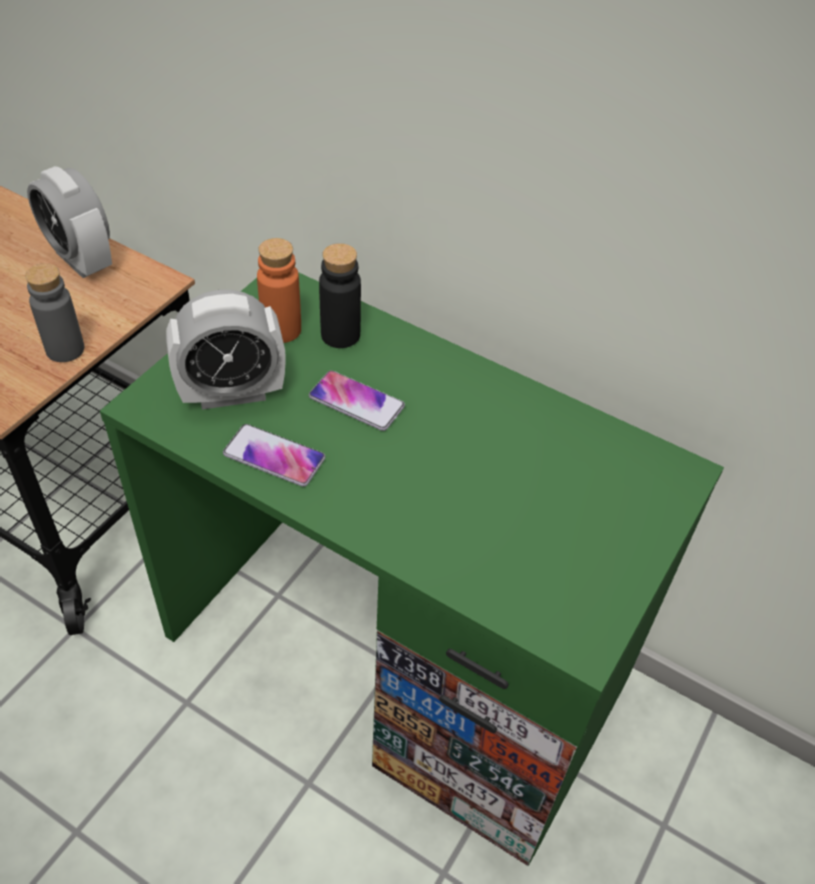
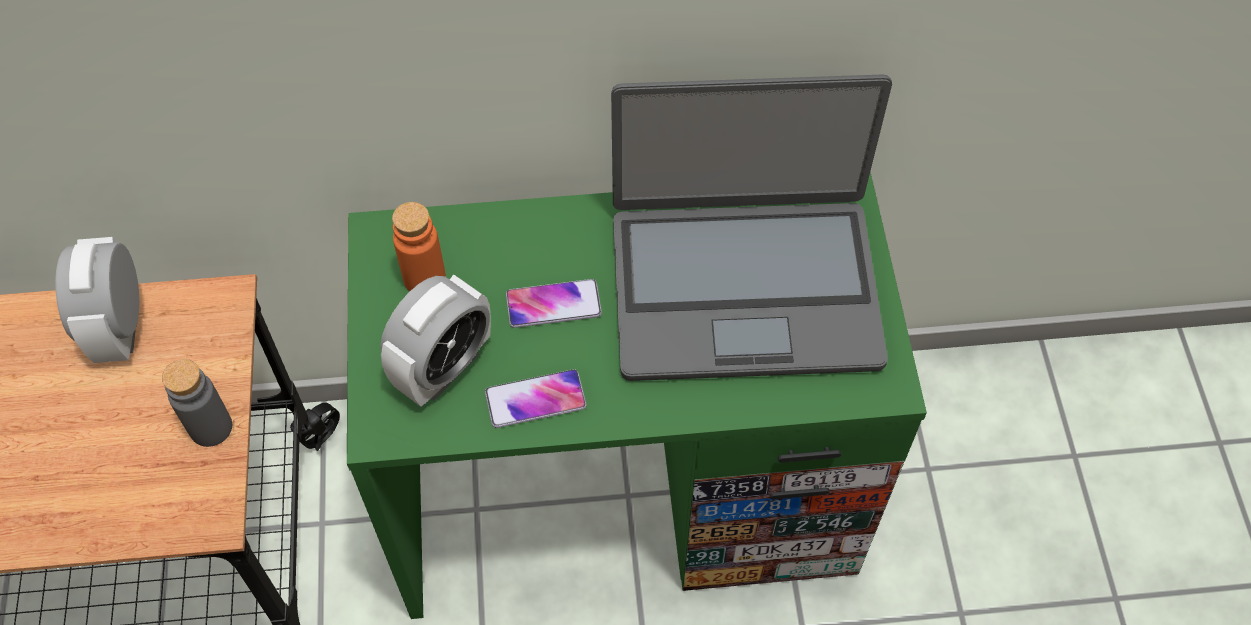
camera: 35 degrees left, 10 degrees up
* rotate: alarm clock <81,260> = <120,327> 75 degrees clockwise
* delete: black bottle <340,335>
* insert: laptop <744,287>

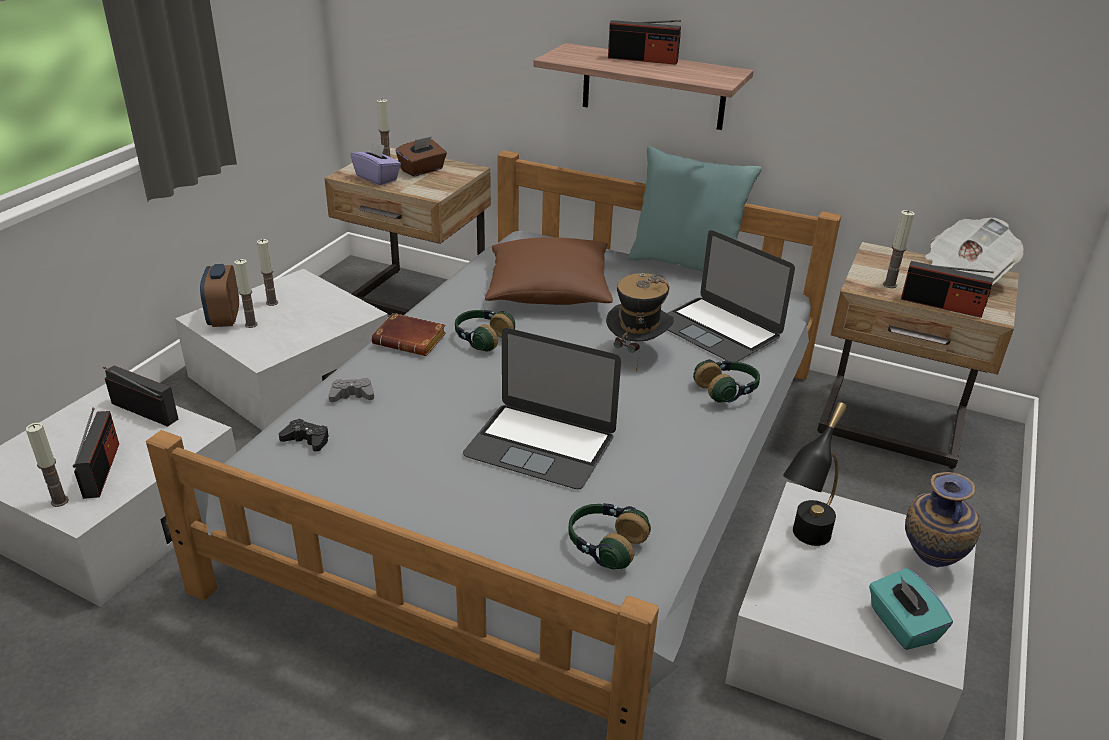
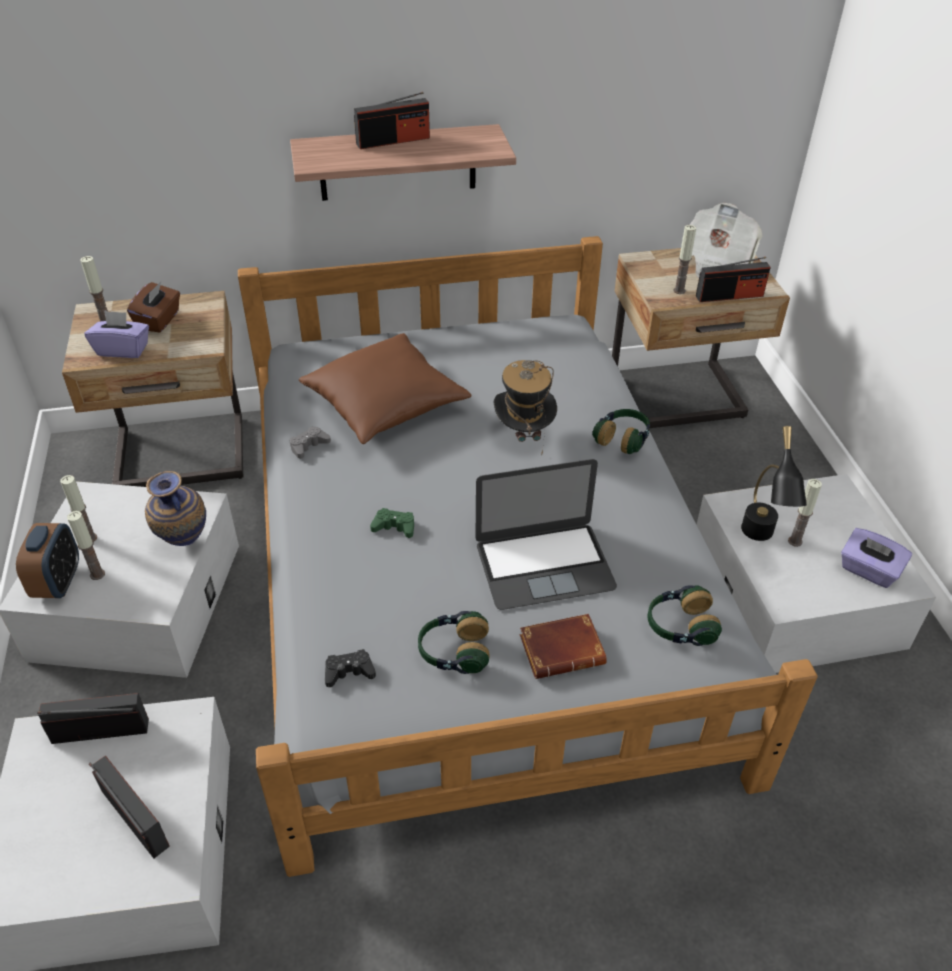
camera: 35 degrees left, 10 degrees up
* move: candle <59,501> to <795,541>
* rotate: alarm clock <224,319> = <58,582> 135 degrees counterclockwise
* move: grey game controller <352,395> to <309,446>
* move: brown book <412,340> to <563,649>
* move: headphones <482,338> to <453,652>
* delete: turquoise pillow <686,264>
* delete: laptop <717,329>
* recolor: turquoise tissue box <901,625> to purple tissue box <868,571>
* move: vase <927,564> to <184,544>
* insert: green game controller <394,527>

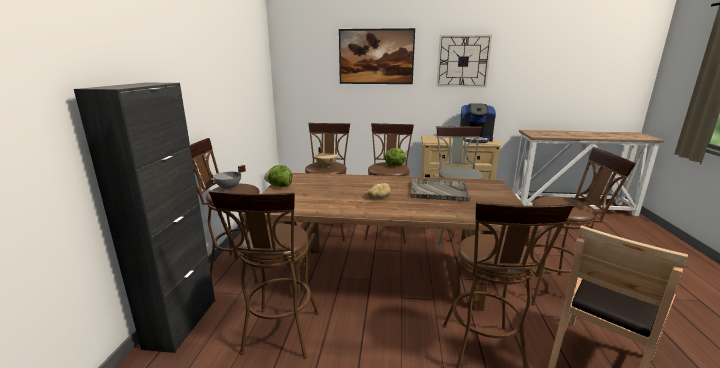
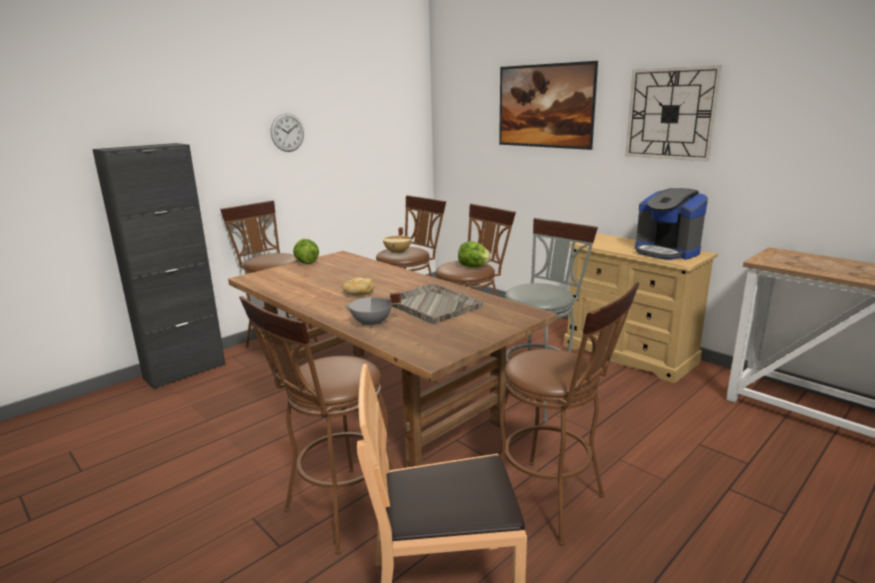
camera: 40 degrees right, 0 degrees up
* delete: brown stool <280,337>
* move: grey cooking pot <229,188> to <372,324>
* insert: wall clock <287,132>

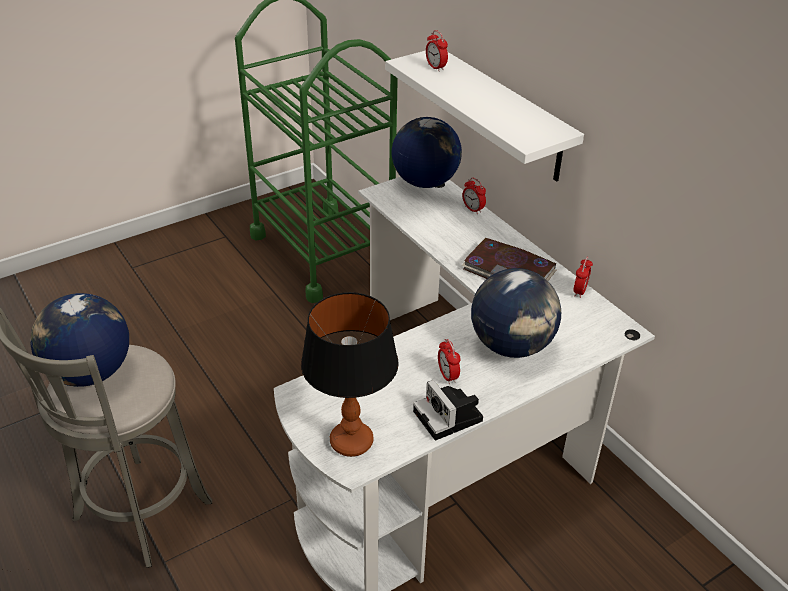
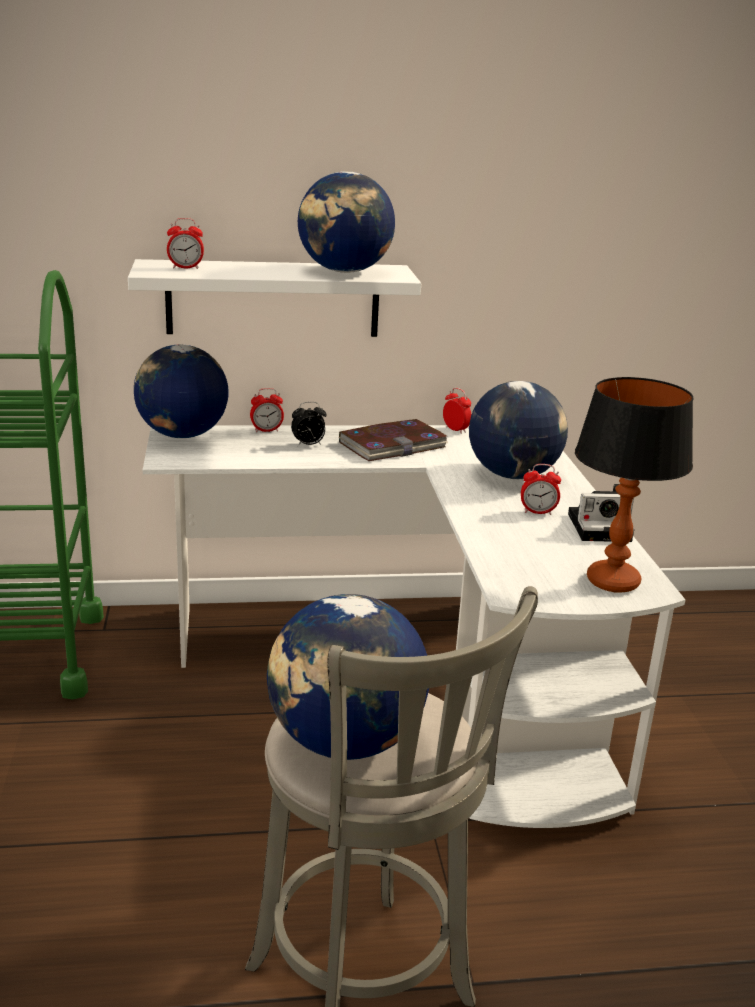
camera: 65 degrees left, 15 degrees down
* insert: alarm clock <308,445>
* insert: globe <344,271>

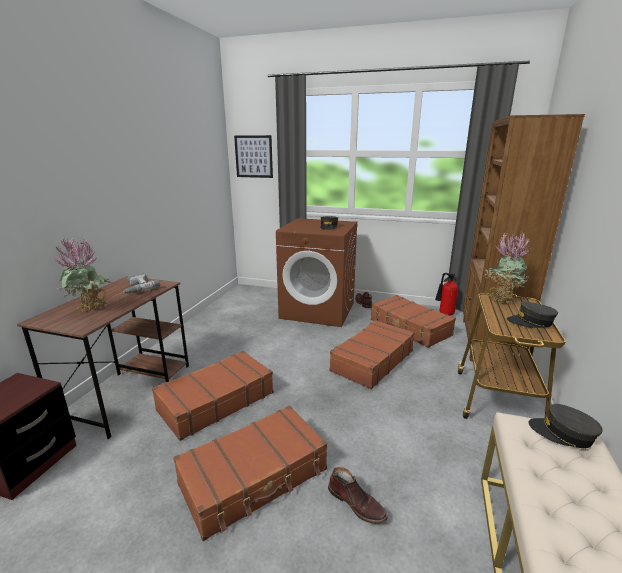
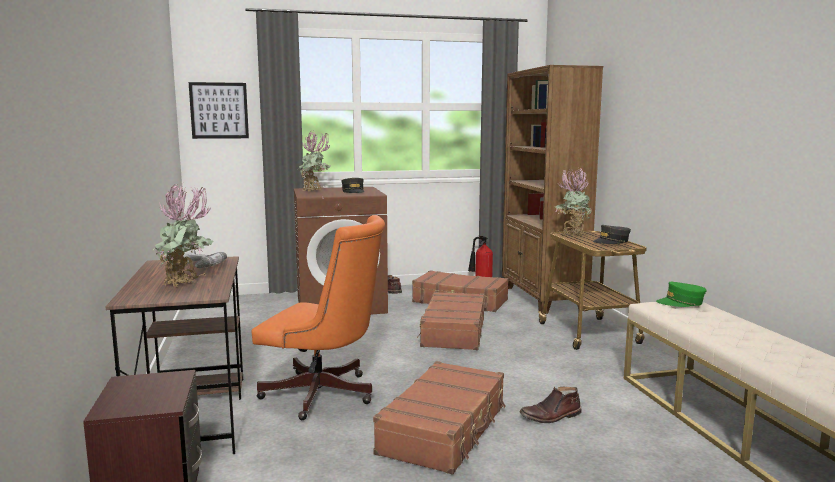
camera: 30 degrees left, 10 degrees down
* replace: brown suitcase <216,401> to orange office chair <325,395>
* rotate: brown boot <357,503> = <551,416> 150 degrees clockwise
* recolor: grey cap <562,433> to green cap <681,303>
* insert: potted plant <315,191>

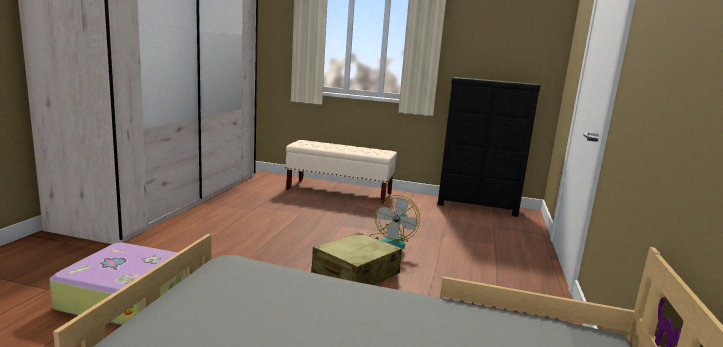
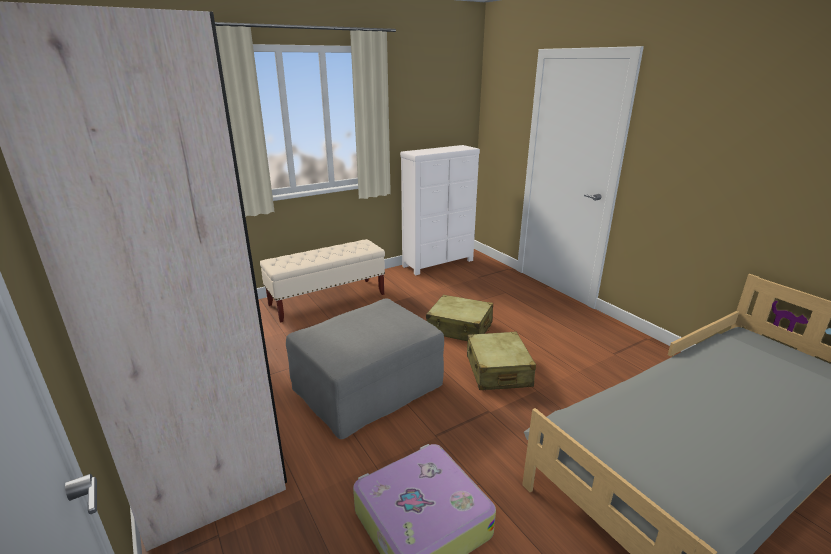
camera: 45 degrees left, 10 degrees up
* replace: fan <392,242> to beige suitcase <460,328>
* recolor: black dresser <477,207> to white dresser <439,263>
* insert: grey ottoman <368,388>

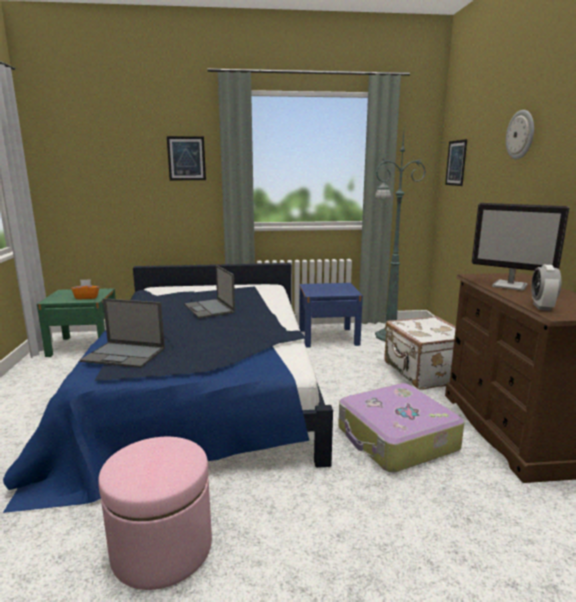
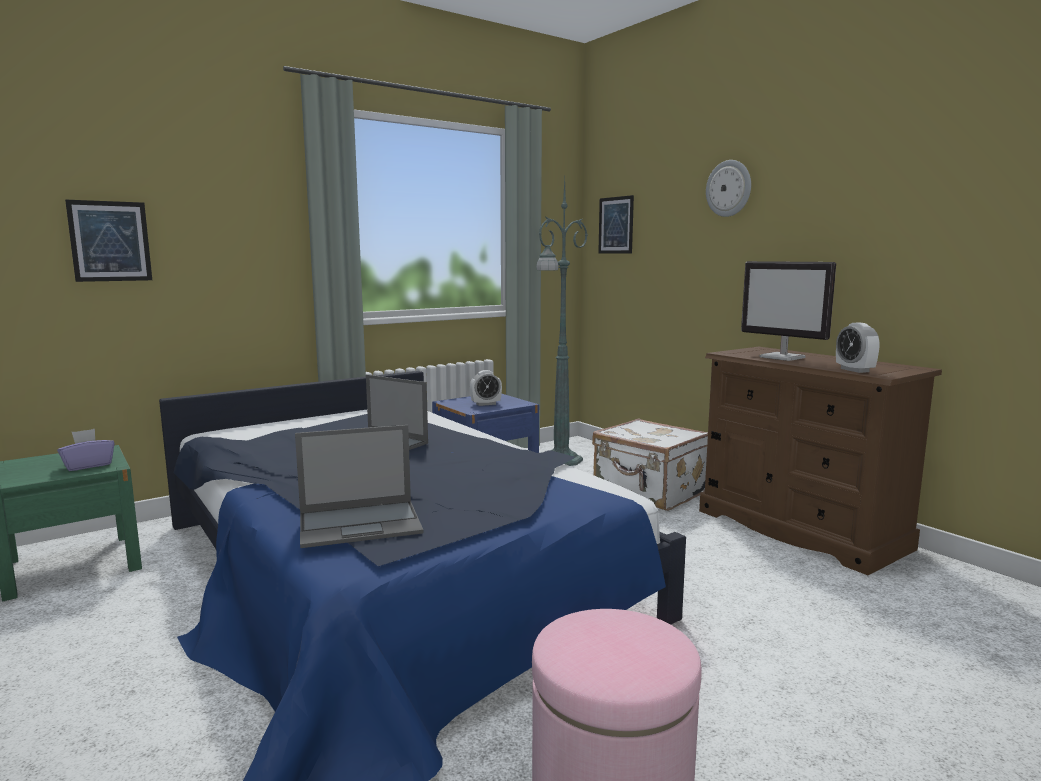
camera: 30 degrees left, 5 degrees down
* recolor: orange tissue box <87,297> to purple tissue box <88,465>
* move: picture <186,158> to <110,241>
* delete: suitcase <396,439>
* rotate: monitor <510,286> = <783,357> 45 degrees clockwise
* insert: alarm clock <486,404>

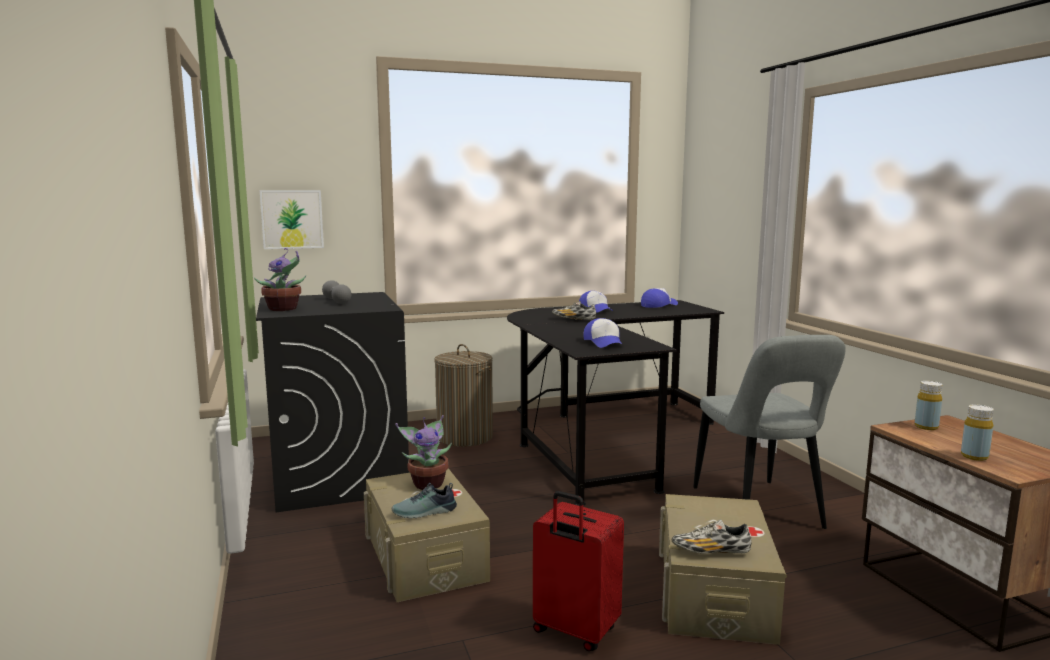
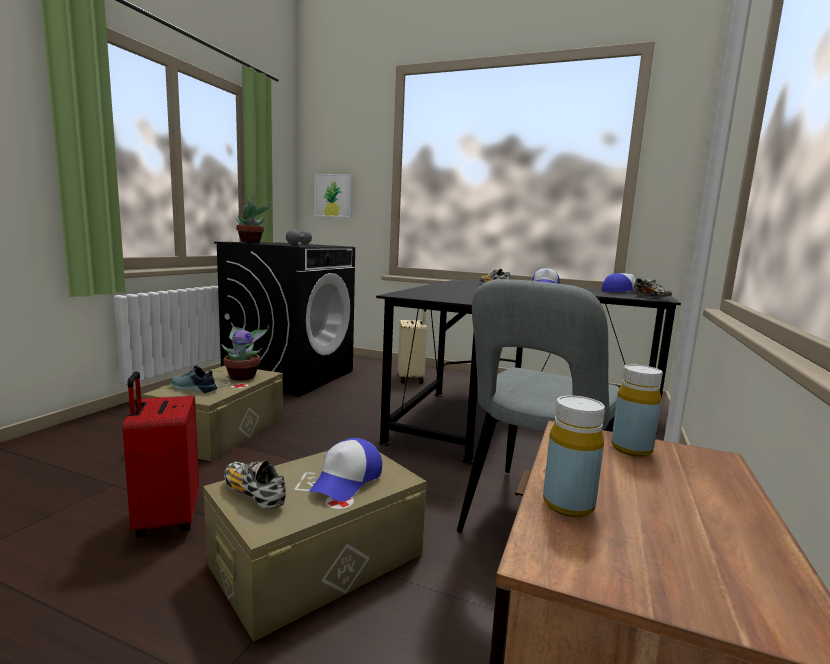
camera: 40 degrees right, 0 degrees up
* replace: laundry basket <465,437> to beige suitcase <411,378>
* move: cap <604,342> to <347,480>
* insert: shoe <651,298>

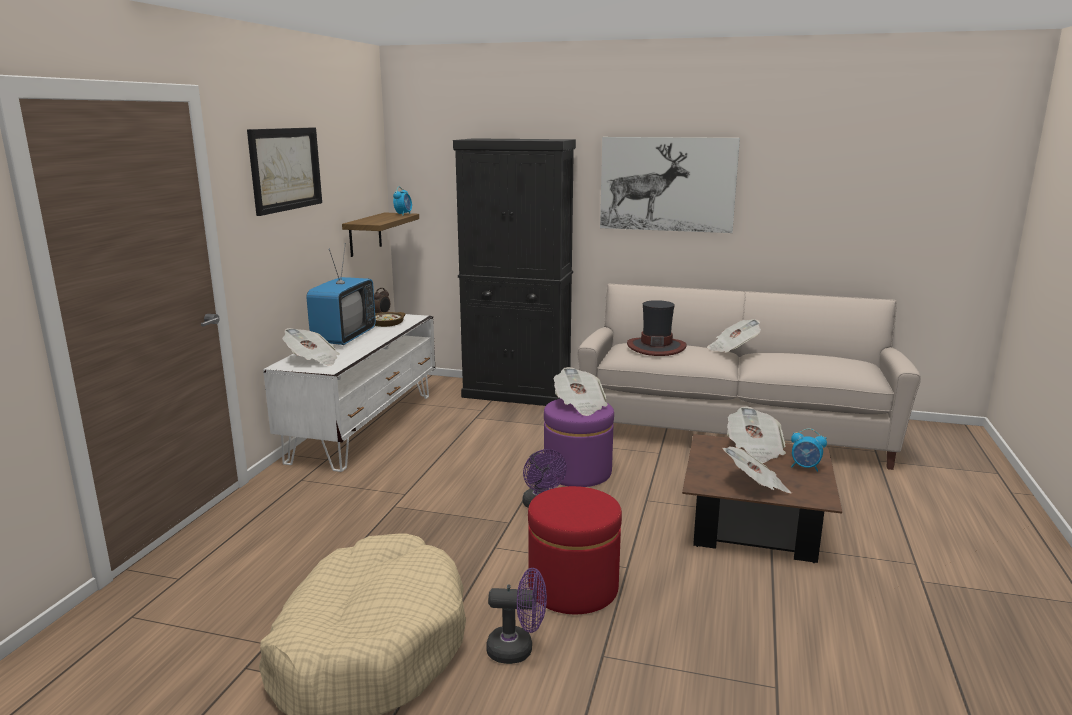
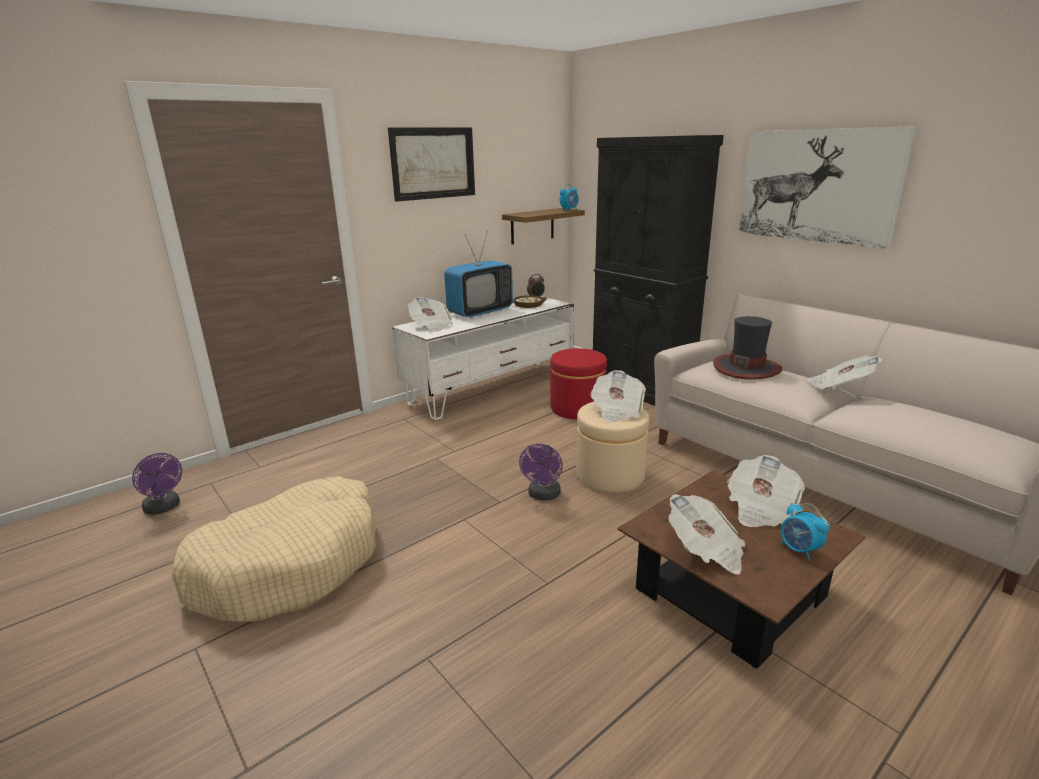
camera: 35 degrees right, 5 degrees up
* move: purple fan <518,649> to <164,508>
* move: red ottoman <573,588> to <577,408>
* recolor: purple ottoman <577,472> to beige ottoman <610,475>

